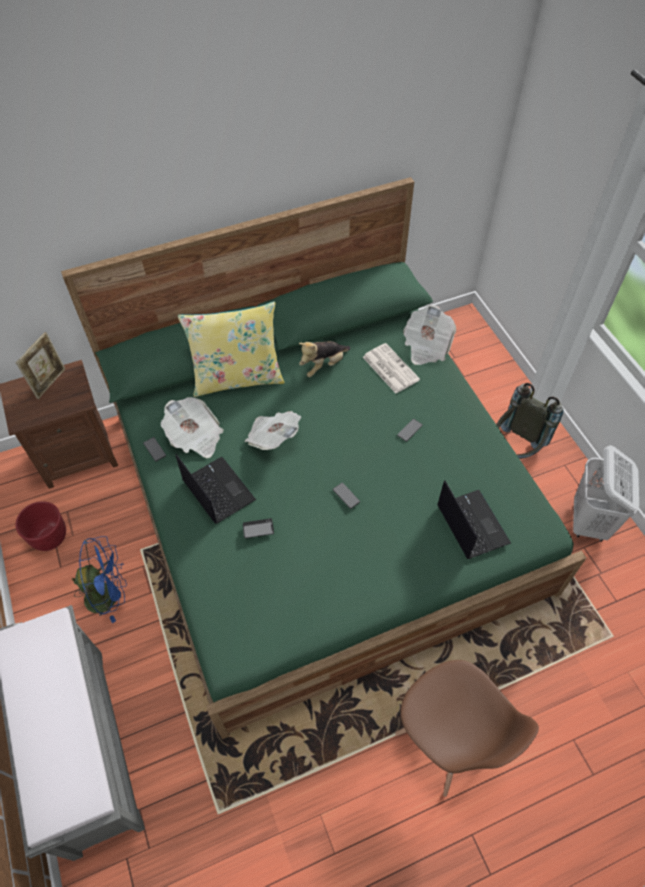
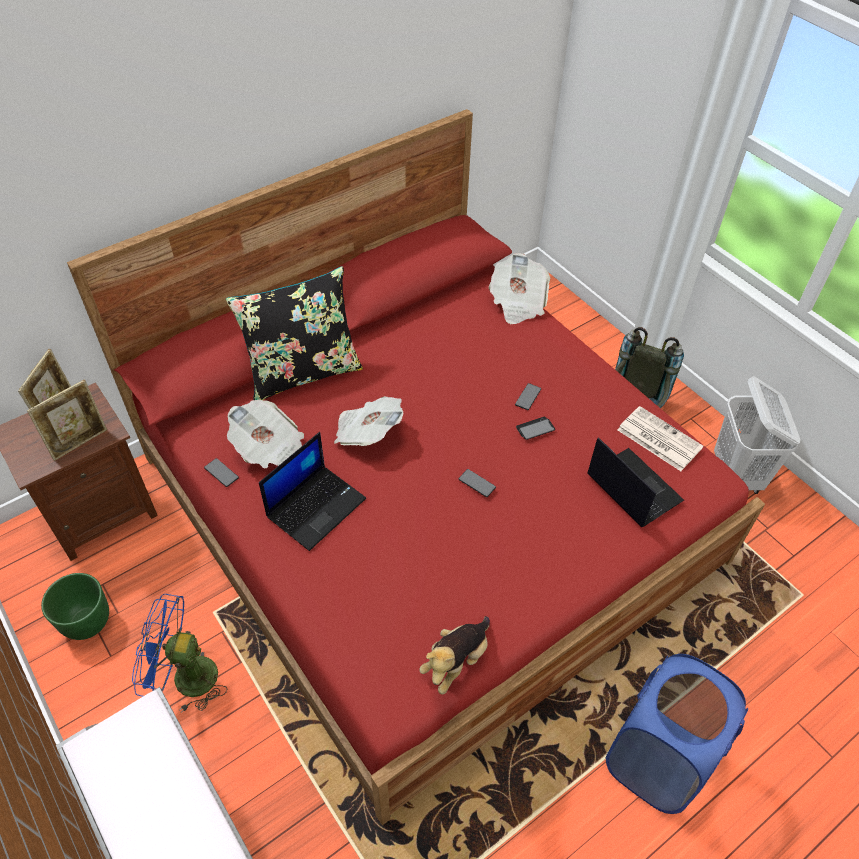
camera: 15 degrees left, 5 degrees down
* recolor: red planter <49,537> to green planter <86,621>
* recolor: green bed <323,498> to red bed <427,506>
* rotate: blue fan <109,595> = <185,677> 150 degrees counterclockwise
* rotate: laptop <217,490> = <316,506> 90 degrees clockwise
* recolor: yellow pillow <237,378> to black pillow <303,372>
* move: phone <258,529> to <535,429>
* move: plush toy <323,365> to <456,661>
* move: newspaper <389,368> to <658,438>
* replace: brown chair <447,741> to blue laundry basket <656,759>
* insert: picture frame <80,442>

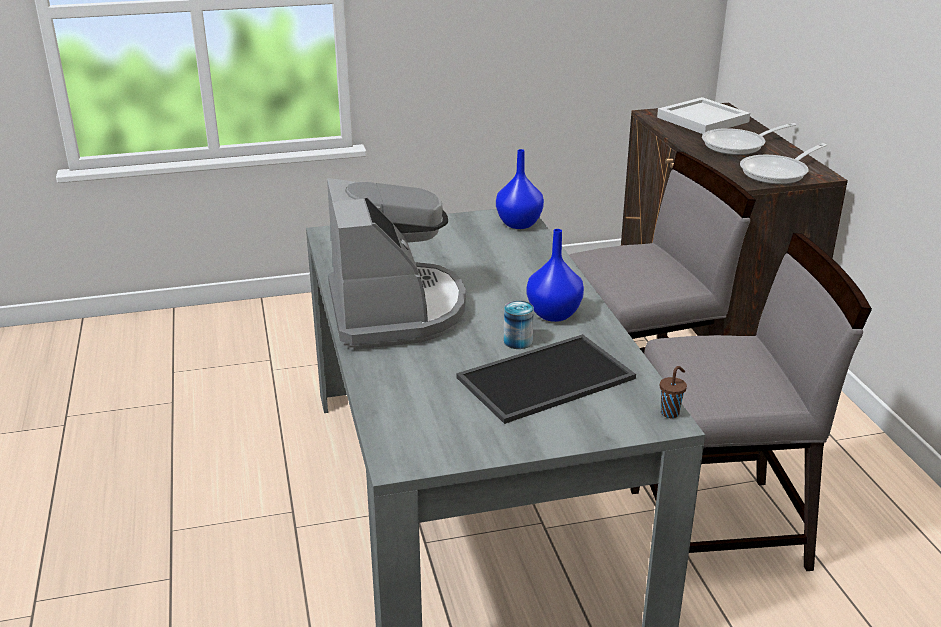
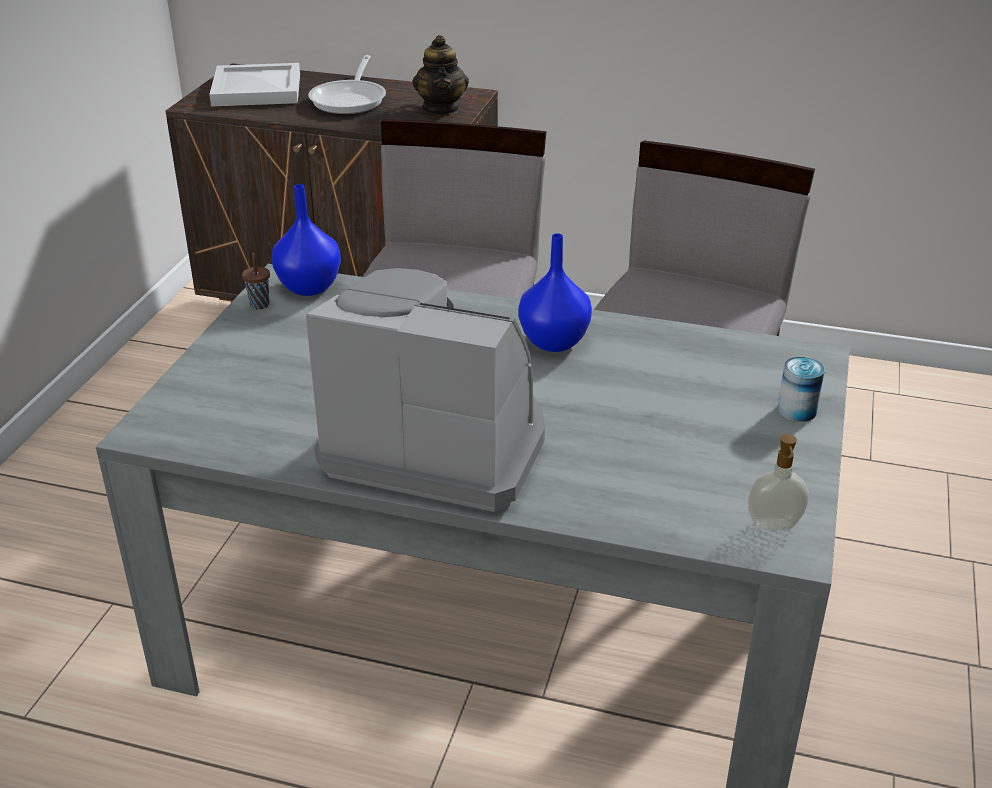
camera: 60 degrees left, 5 degrees up
* delete: tray <546,380>
* move: can <518,341> to <796,410>
* move: brown cup <670,413> to <259,304>
* replace: frying pan <778,173> to teapot <441,108>
* insert: soap dispenser <774,526>

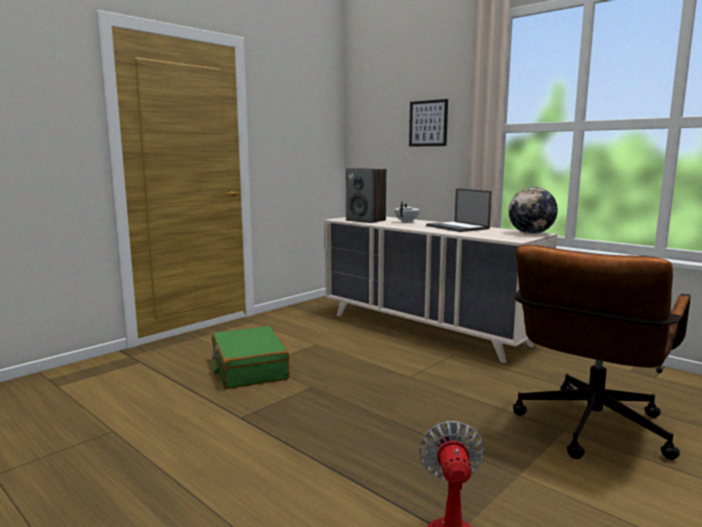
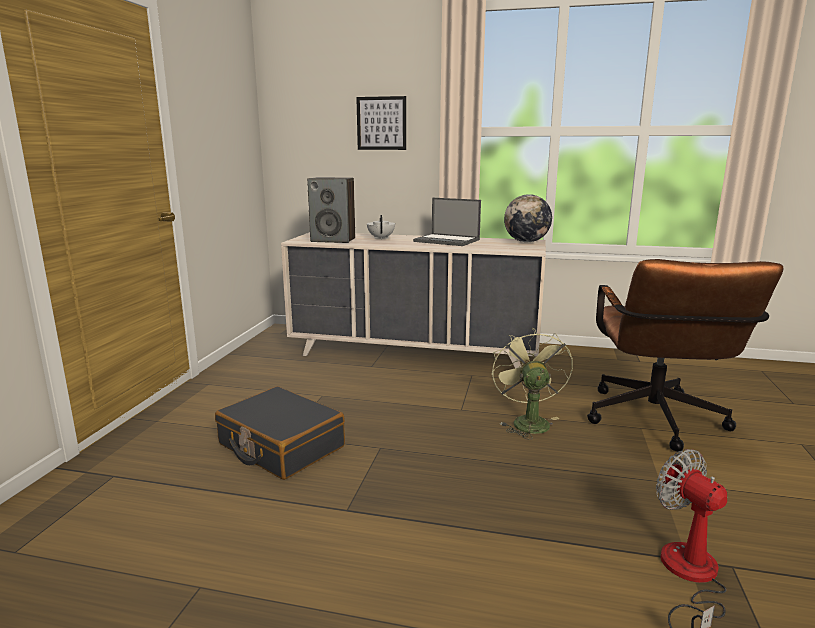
camera: 30 degrees left, 5 degrees up
* recolor: green suitcase <249,369> to black suitcase <280,446>
* insert: green fan <527,421>

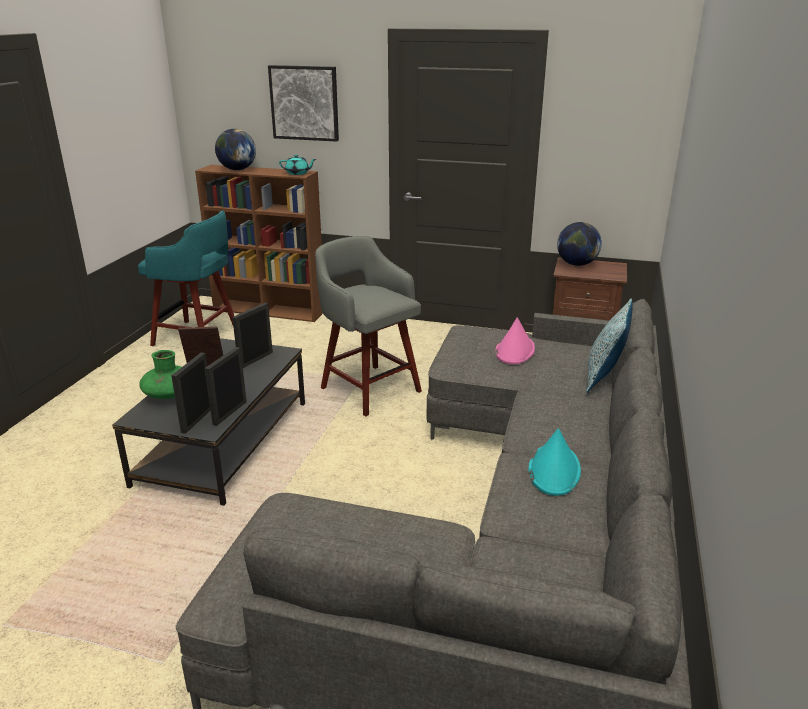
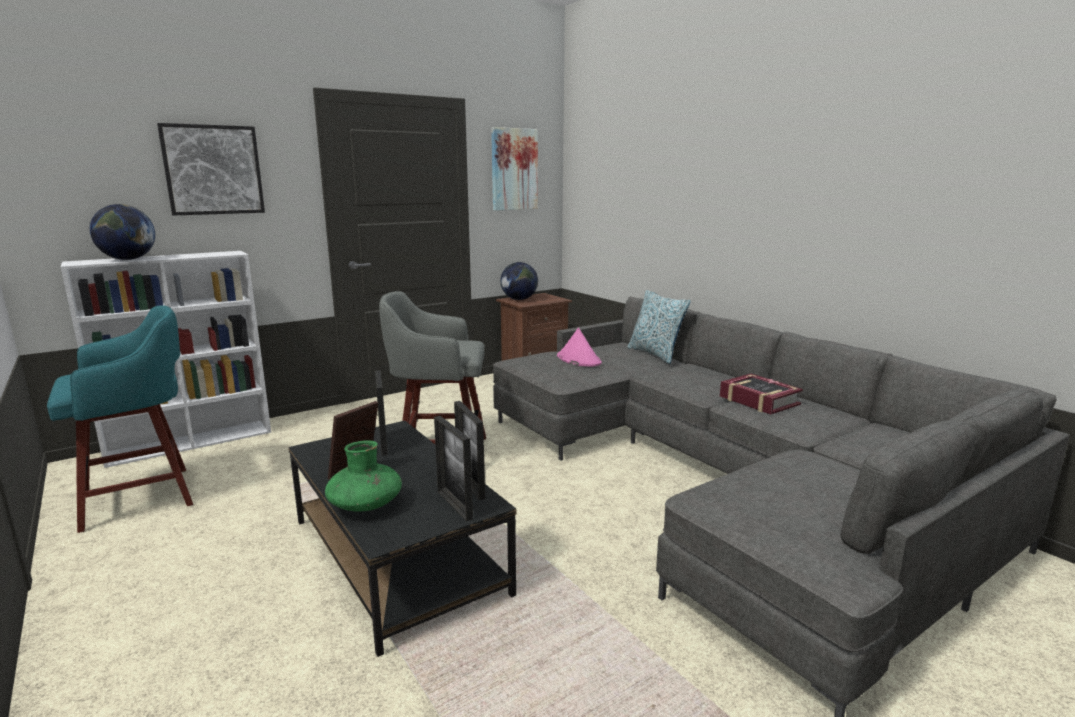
camera: 50 degrees left, 10 degrees down
* recolor: brown bookcase <270,310> to white bookcase <192,442>
* delete: turquoise teapot <298,173>
* replace: turquoise hat <554,470> to book <758,400>
* insert: picture <514,169>

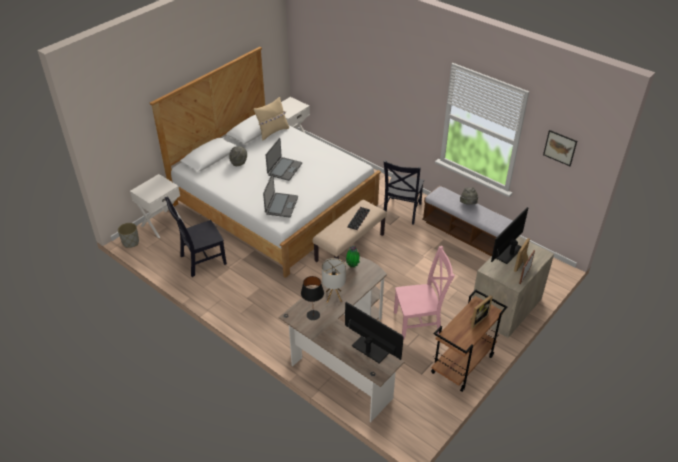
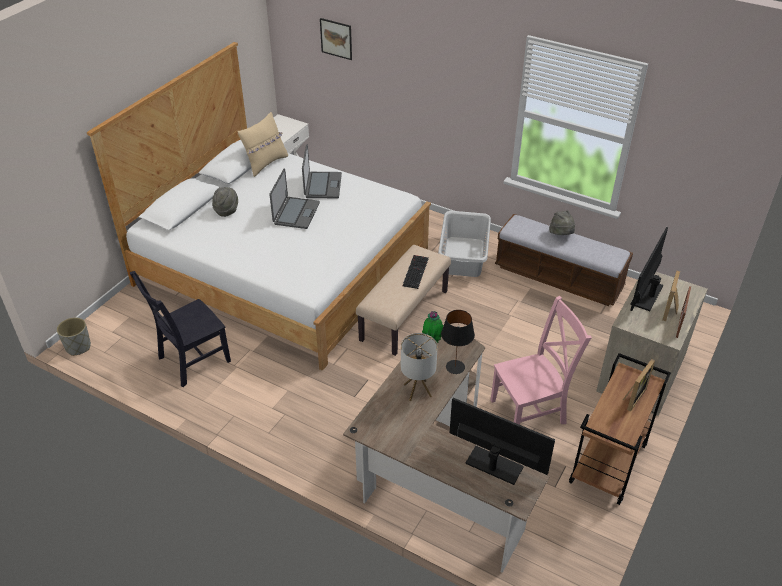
camera: 10 degrees left, 0 degrees up
* delete: white nightstand <161,223>
* move: laptop <281,205> to <322,186>
* move: black table lamp <313,315> to <455,367>
* replace: black chair <401,212> to grey laundry basket <462,257>
* move: picture <560,147> to <336,38>

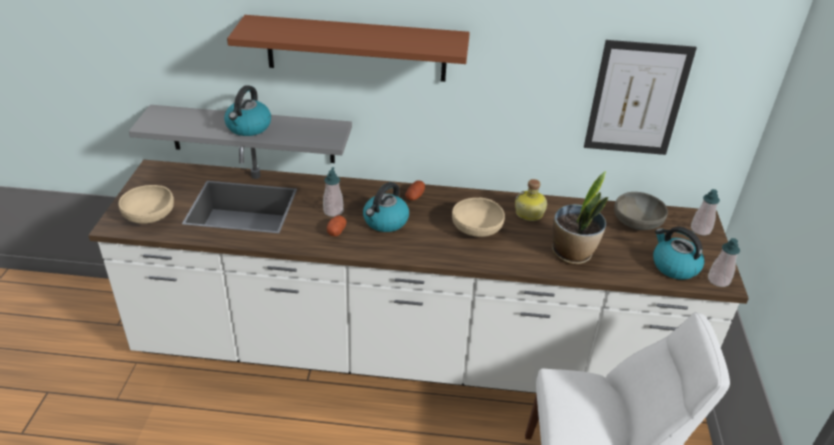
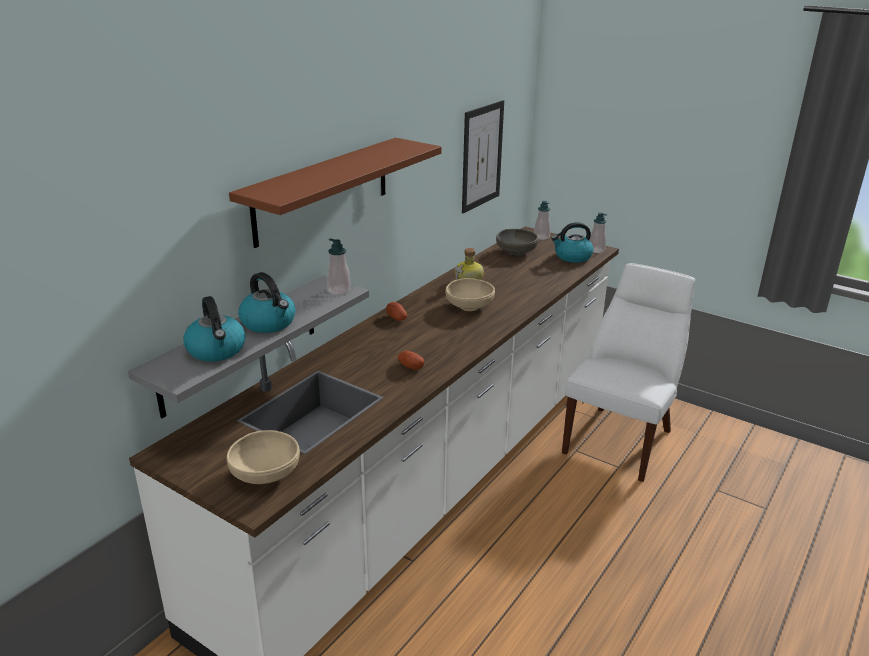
camera: 60 degrees left, 10 degrees down
* move: soap dispenser <333,211> to <339,290>
* move: kettle <385,221> to <217,350>
* delete: potted plant <572,253>

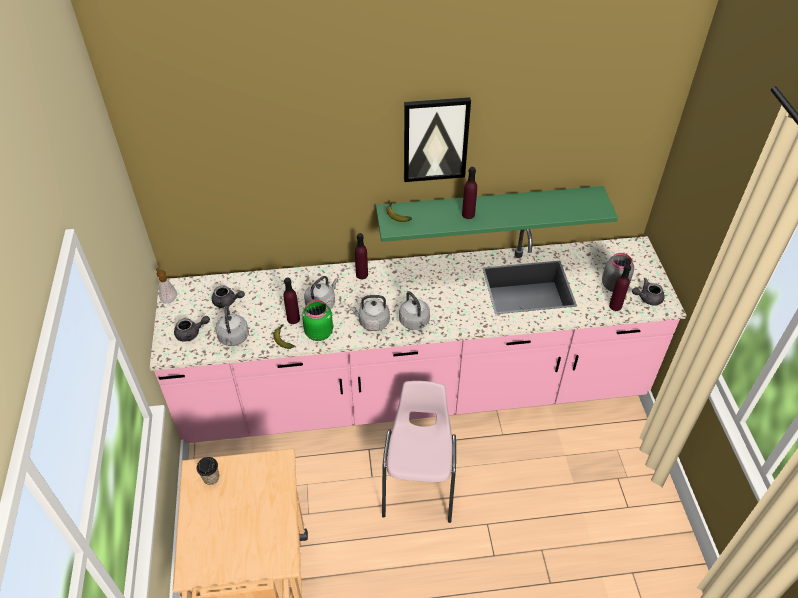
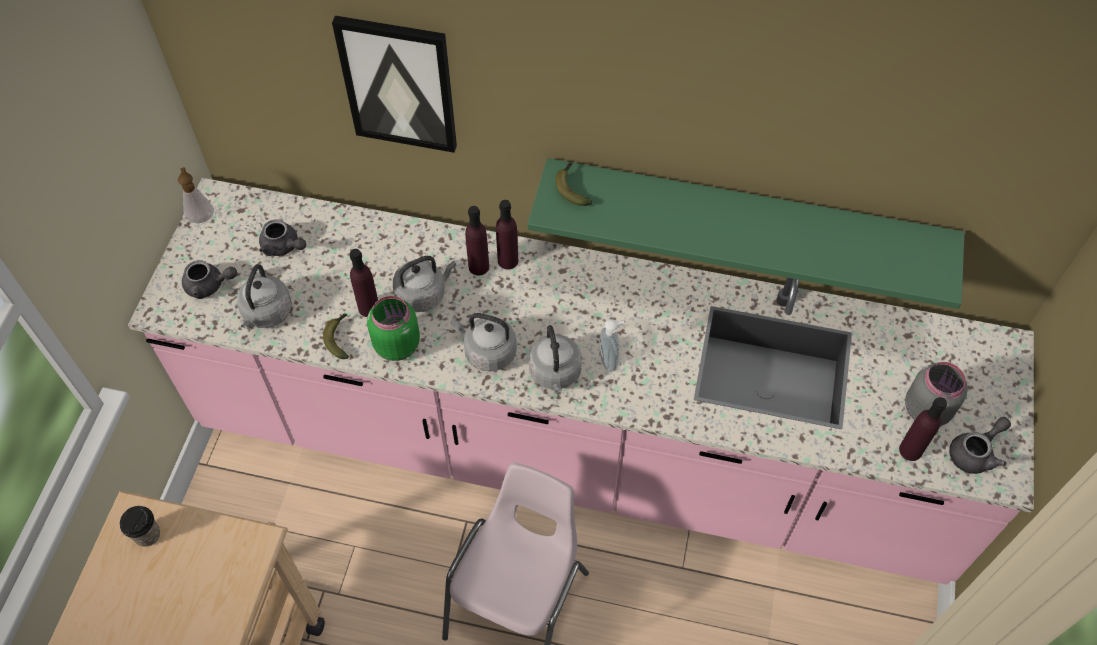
camera: 20 degrees right, 10 degrees up
* move: picture <435,139> to <399,84>
* move: purple bottle <468,214> to <478,267>
* rotate: grey teapot <647,298> = <975,453> 135 degrees clockwise
* insert: soap dispenser <610,360>

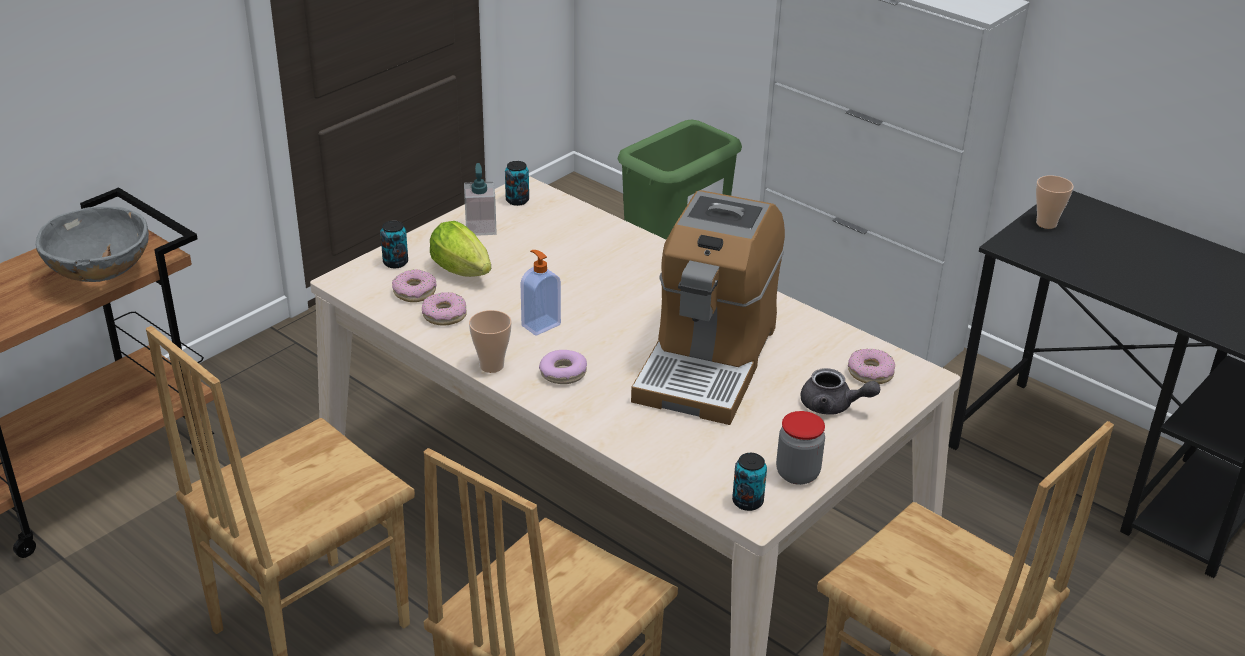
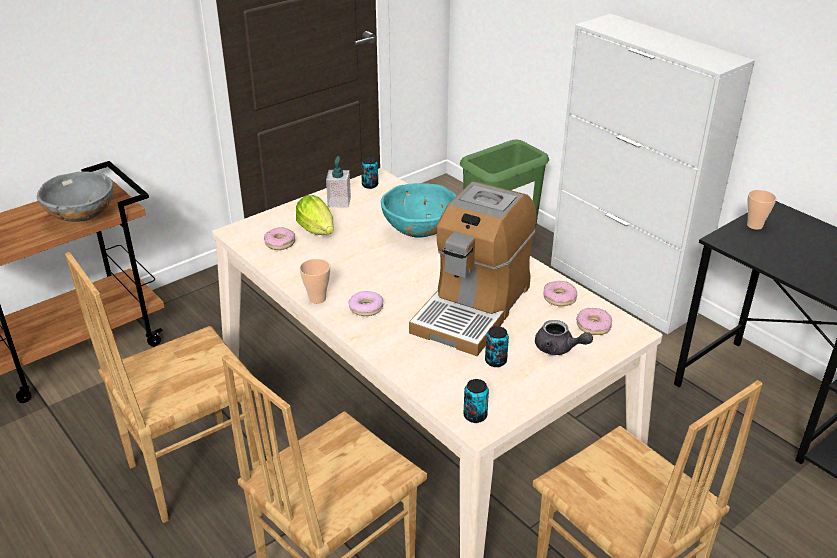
camera: 10 degrees right, 0 degrees up
* move: can <395,262> to <495,361>
* move: donut <444,315> to <559,298>
* delete: soap dispenser <540,325>
* delete: jar <797,473>
* insert: turquoise bowl <419,232>

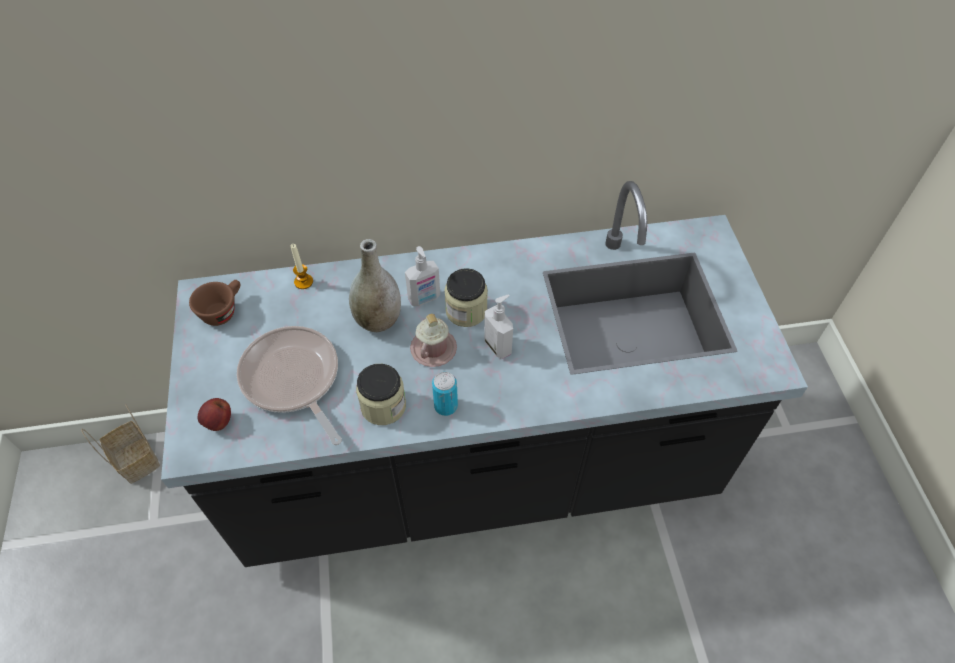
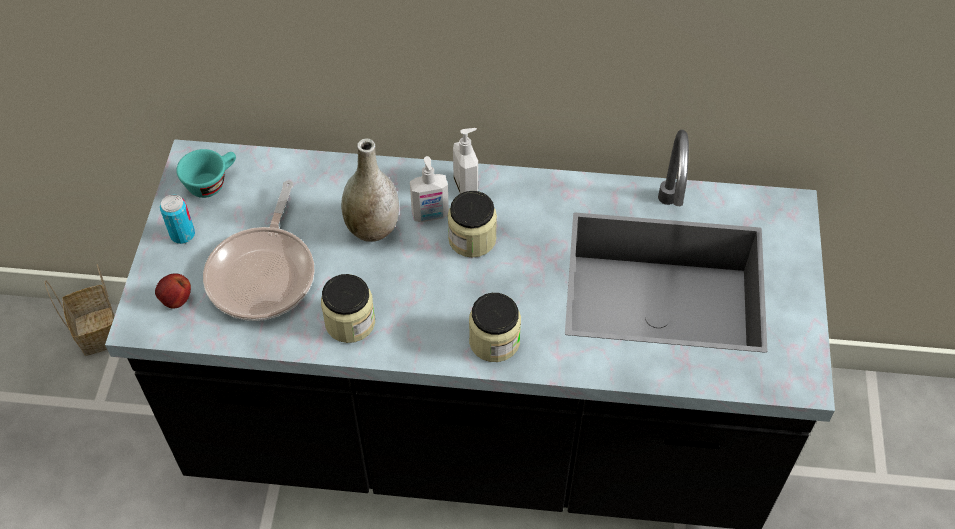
camera: 15 degrees right, 0 degrees up
* recolor: brown cup <223,310> to turquoise cup <212,182>
* rotate: frying pan <293,380> = <264,273> 150 degrees counterclockwise
* delete: candle <303,282>
* delete: pink mug <433,349>
* move: can <446,406> to <182,234>
* move: soap dispenser <498,346> to <466,186>
* insert: jar <494,341>

